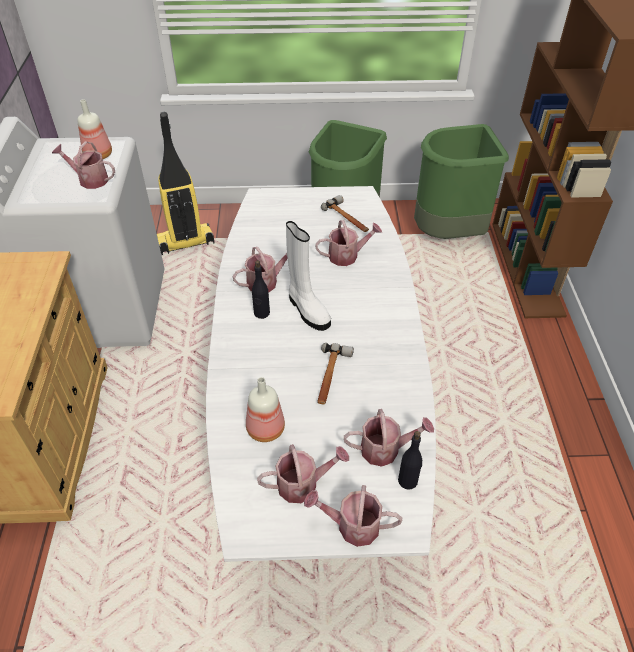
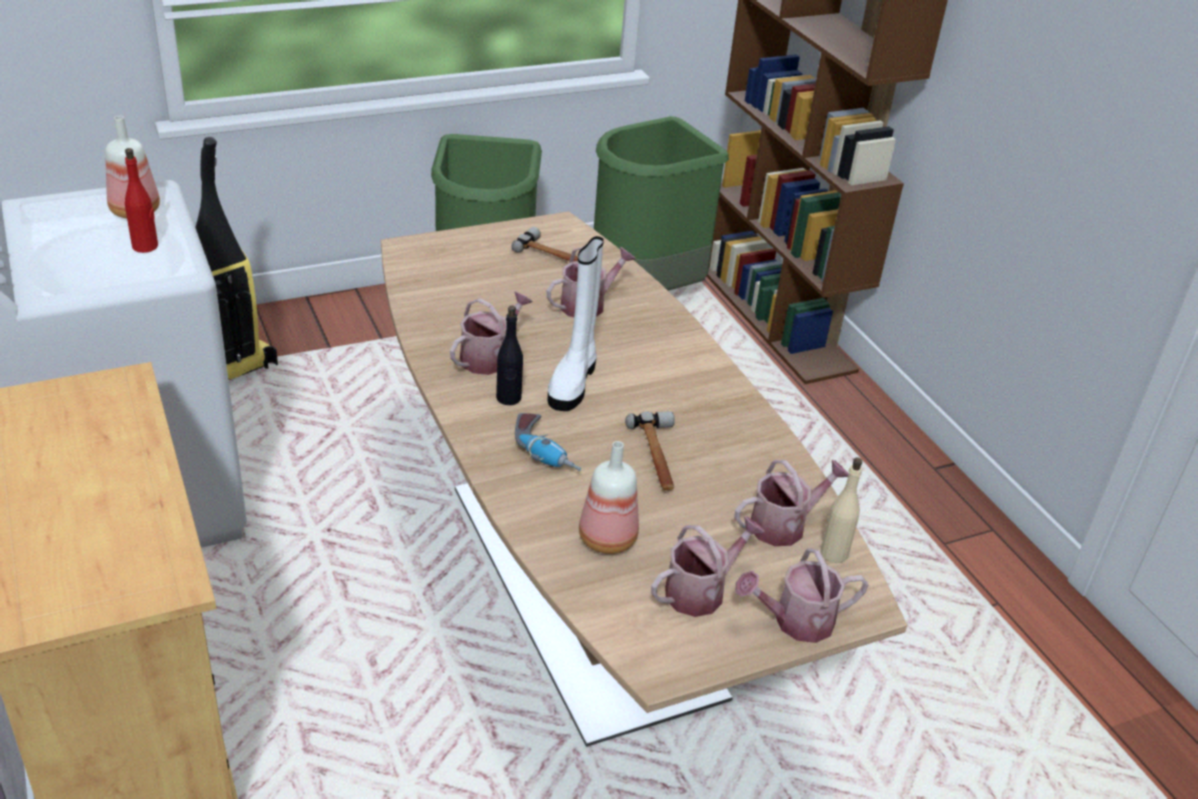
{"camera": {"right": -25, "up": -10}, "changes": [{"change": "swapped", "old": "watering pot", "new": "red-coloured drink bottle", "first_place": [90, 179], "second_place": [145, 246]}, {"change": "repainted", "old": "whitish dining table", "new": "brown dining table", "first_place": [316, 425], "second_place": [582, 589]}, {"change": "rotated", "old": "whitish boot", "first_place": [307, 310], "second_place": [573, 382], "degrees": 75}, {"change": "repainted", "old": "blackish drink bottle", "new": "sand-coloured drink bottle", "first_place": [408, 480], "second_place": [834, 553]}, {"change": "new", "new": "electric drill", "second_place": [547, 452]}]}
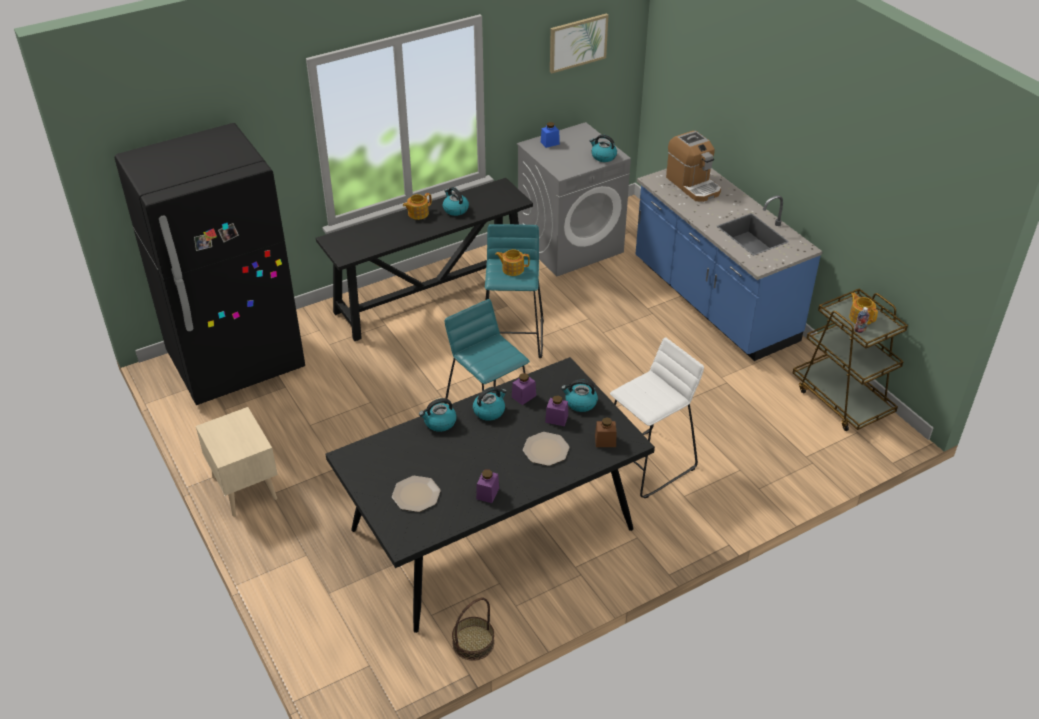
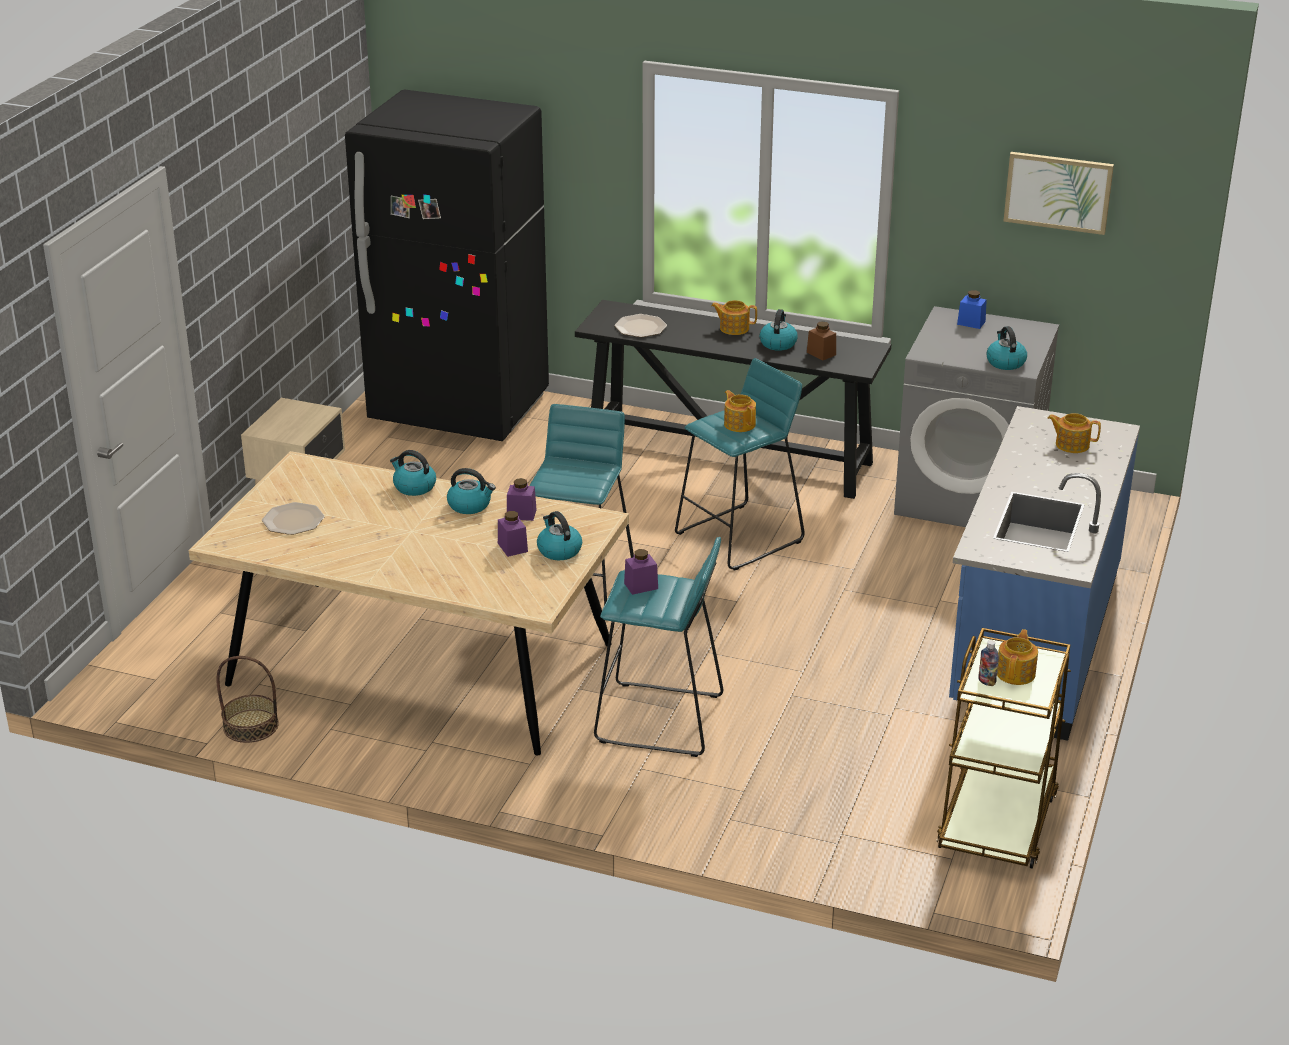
{"camera": {"right": 50, "up": -10}, "changes": [{"change": "swapped", "old": "coffee machine", "new": "tea pot", "first_place": [693, 185], "second_place": [1071, 444]}, {"change": "repainted", "old": "whitish stool", "new": "turquoise-coloured stool", "first_place": [648, 463], "second_place": [660, 720]}, {"change": "repainted", "old": "blackish dining table", "new": "sand-coloured dining table", "first_place": [491, 530], "second_place": [419, 664]}, {"change": "shifted", "old": "brown storage jar", "first_place": [605, 441], "second_place": [821, 353]}, {"change": "shifted", "old": "plate", "first_place": [546, 450], "second_place": [640, 327]}, {"change": "shifted", "old": "purple storage jar", "first_place": [487, 493], "second_place": [641, 586]}]}
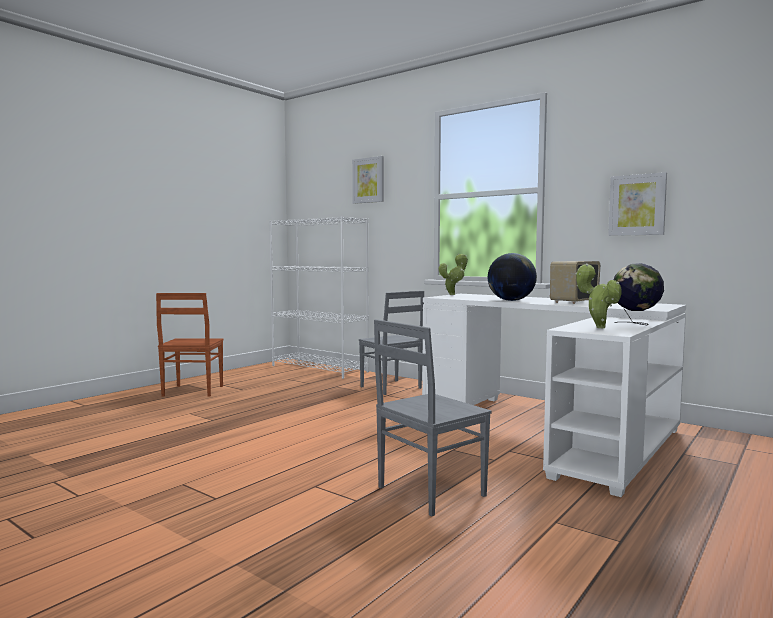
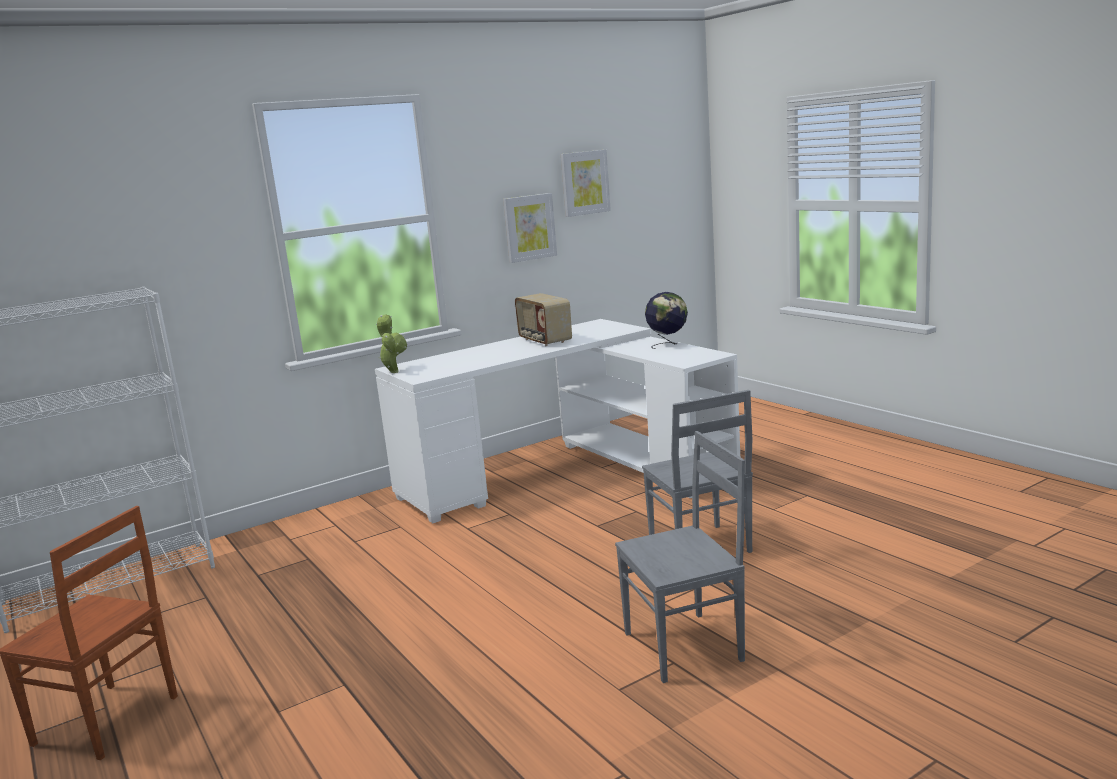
{"camera": {"right": -70, "up": 10}, "changes": [{"change": "shifted", "old": "picture", "first_place": [368, 180], "second_place": [584, 183]}, {"change": "gone", "old": "world globe", "first_place": [511, 300]}, {"change": "gone", "old": "potted plant", "first_place": [597, 327]}, {"change": "shifted", "old": "greyish plain chair", "first_place": [390, 388], "second_place": [685, 647]}]}
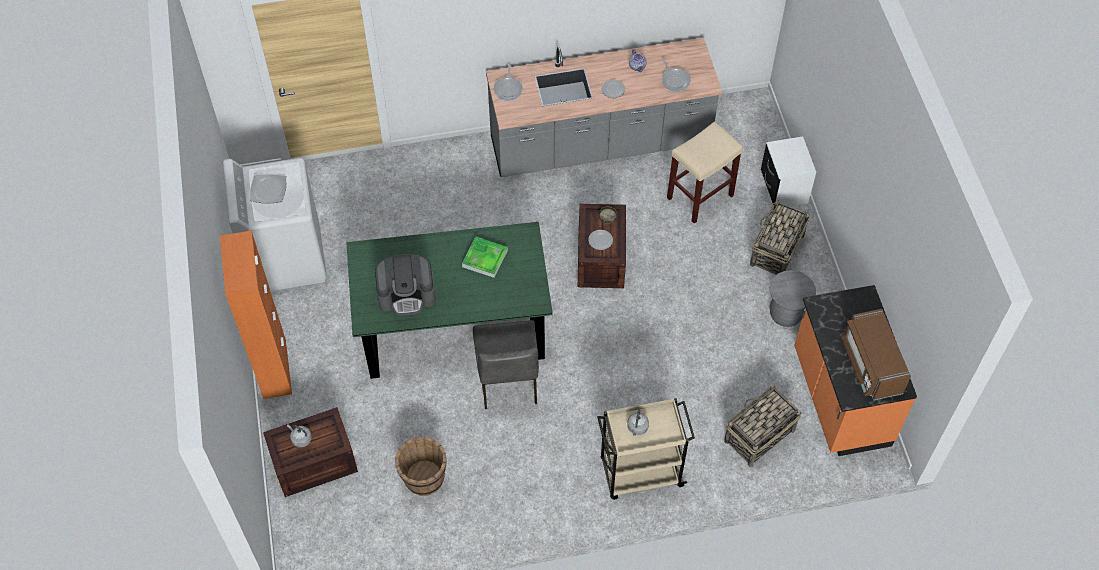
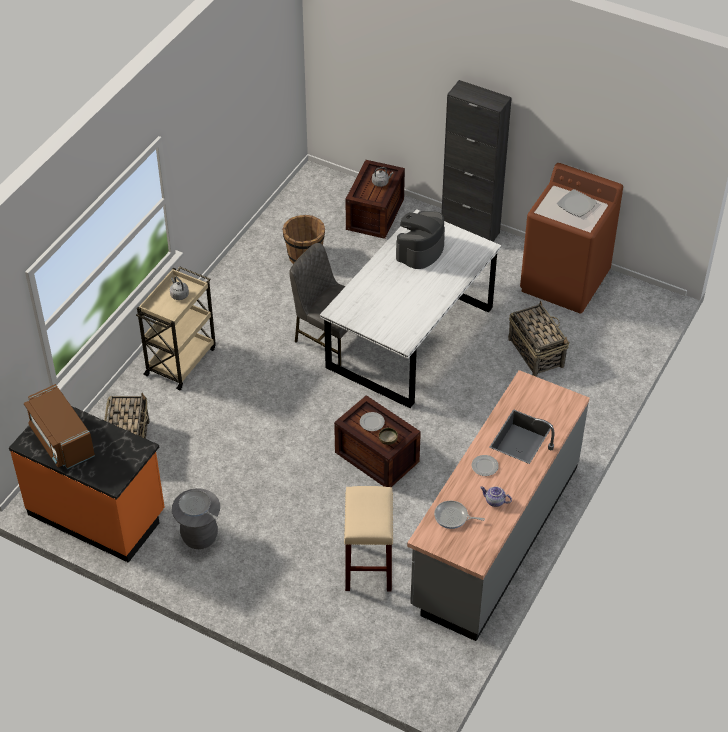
{"camera": {"right": 130, "up": -10}, "changes": [{"change": "shifted", "old": "frying pan", "first_place": [508, 89], "second_place": [196, 506]}, {"change": "gone", "old": "whitish night table", "first_place": [784, 188]}, {"change": "repainted", "old": "whitish washing machine", "new": "brown washing machine", "first_place": [286, 258], "second_place": [565, 282]}, {"change": "shifted", "old": "storage basket", "first_place": [776, 251], "second_place": [535, 352]}, {"change": "repainted", "old": "greenish dining table", "new": "whitish dining table", "first_place": [453, 322], "second_place": [411, 337]}, {"change": "repainted", "old": "orange-coloured cabinet", "new": "blackish cabinet", "first_place": [274, 369], "second_place": [470, 231]}, {"change": "gone", "old": "carrying tray", "first_place": [485, 259]}, {"change": "rotated", "old": "brown microwave oven", "first_place": [871, 365], "second_place": [61, 440], "degrees": -150}]}
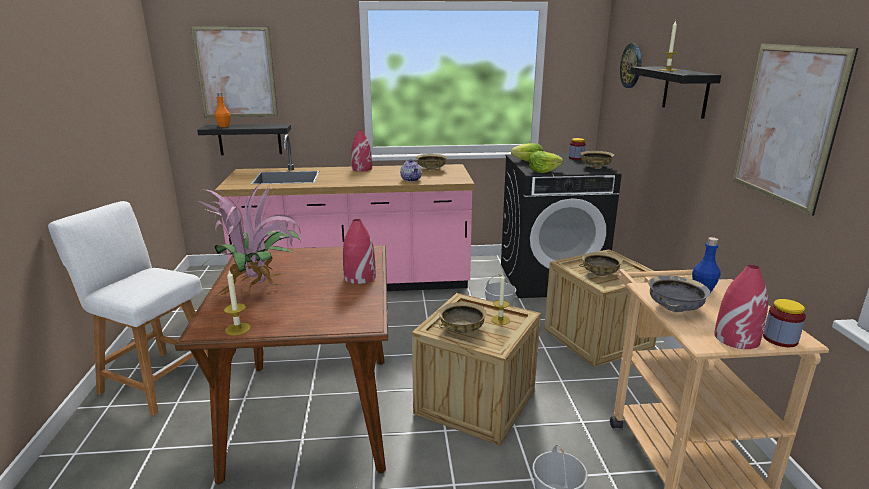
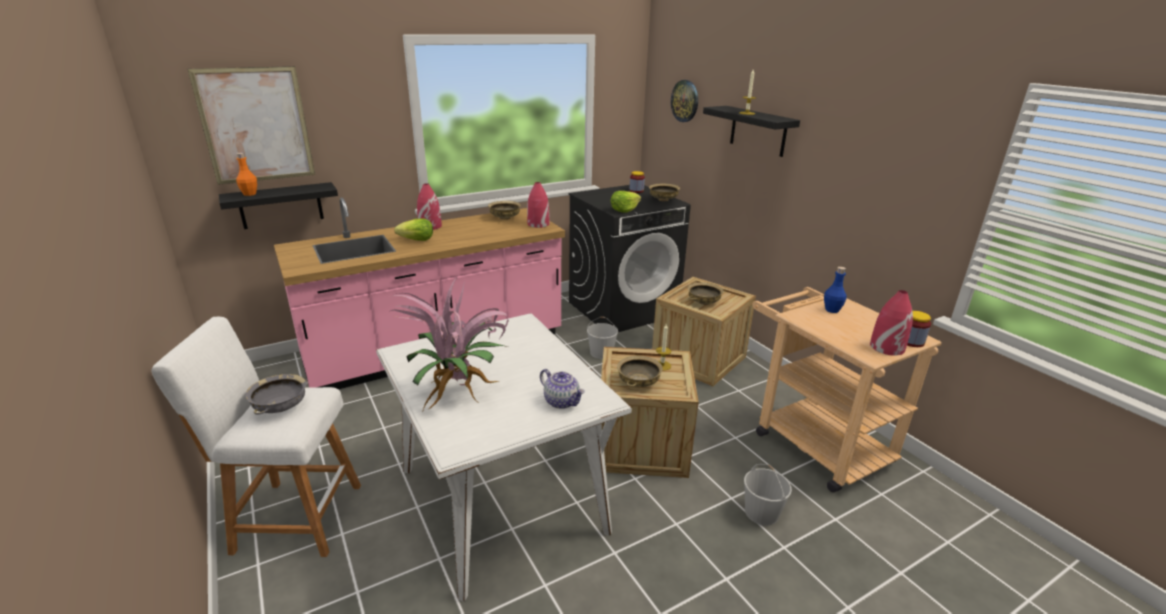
{"camera": {"right": -25, "up": 5}, "changes": [{"change": "gone", "old": "picture", "first_place": [787, 124]}, {"change": "shifted", "old": "head of lettuce", "first_place": [528, 161], "second_place": [417, 240]}, {"change": "shifted", "old": "tea pot", "first_place": [411, 179], "second_place": [562, 401]}, {"change": "shifted", "old": "red-coloured vase", "first_place": [359, 277], "second_place": [538, 224]}, {"change": "repainted", "old": "brown dining table", "new": "whitish dining table", "first_place": [312, 412], "second_place": [501, 499]}, {"change": "gone", "old": "candle", "first_place": [238, 329]}, {"change": "shifted", "old": "greyish serving bowl", "first_place": [675, 307], "second_place": [281, 406]}]}
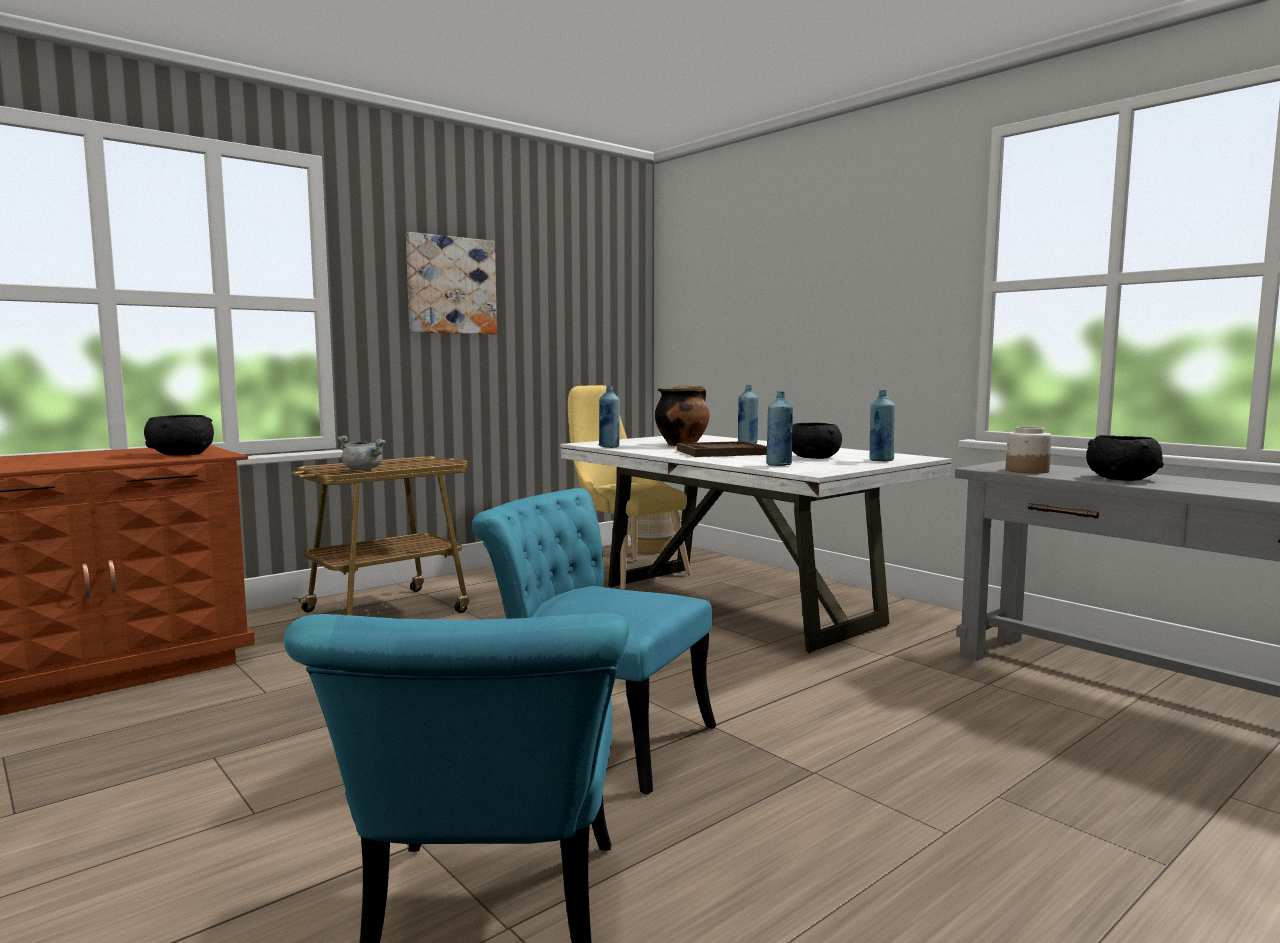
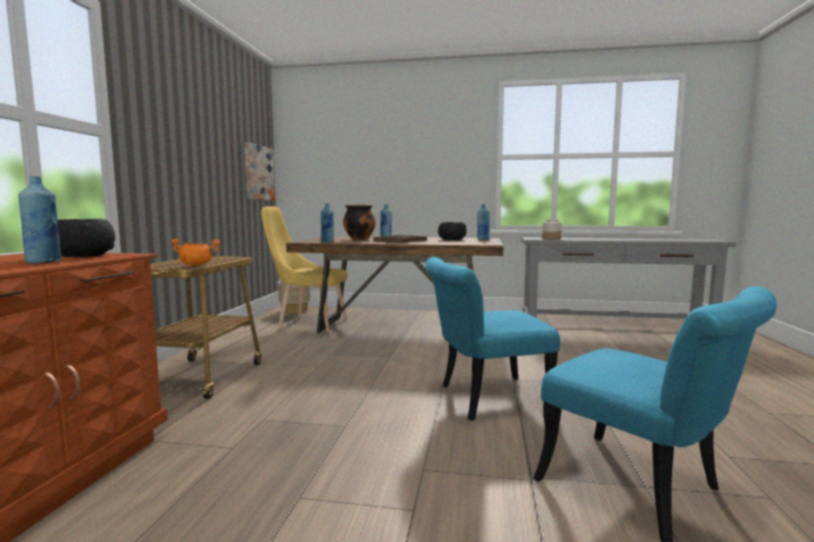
{"camera": {"right": -40, "up": 0}, "changes": [{"change": "shifted", "old": "picture", "first_place": [451, 285], "second_place": [258, 173]}, {"change": "shifted", "old": "bluish drink bottle", "first_place": [779, 465], "second_place": [44, 262]}, {"change": "repainted", "old": "greyish saucepot", "new": "orange-coloured saucepot", "first_place": [363, 469], "second_place": [197, 265]}, {"change": "repainted", "old": "whitish dining table", "new": "brown dining table", "first_place": [739, 605], "second_place": [402, 327]}, {"change": "gone", "old": "blackish serving bowl", "first_place": [1121, 478]}]}
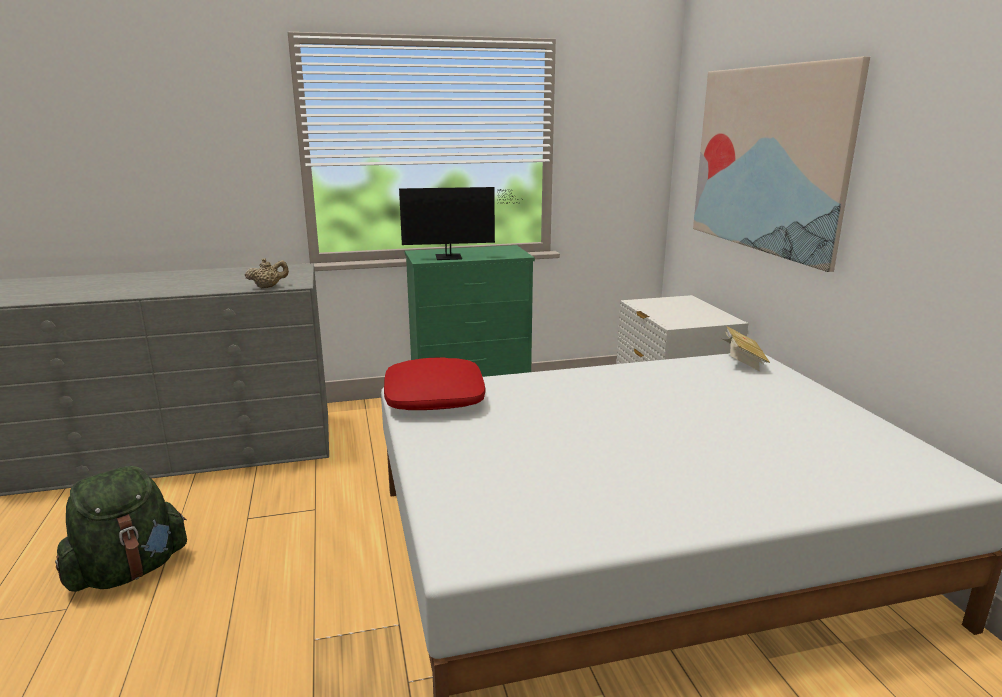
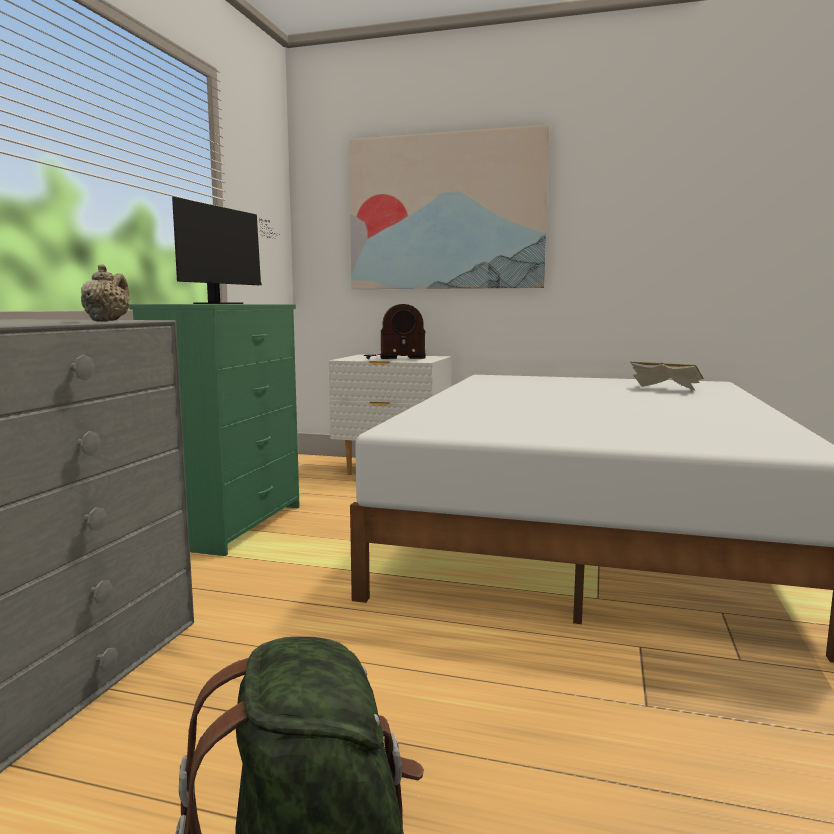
{"camera": {"right": -60, "up": -10}, "changes": [{"change": "shifted", "old": "bound book", "first_place": [742, 361], "second_place": [664, 389]}, {"change": "gone", "old": "red-coloured throw pillow", "first_place": [435, 398]}, {"change": "new", "new": "radio receiver", "second_place": [393, 358]}]}
